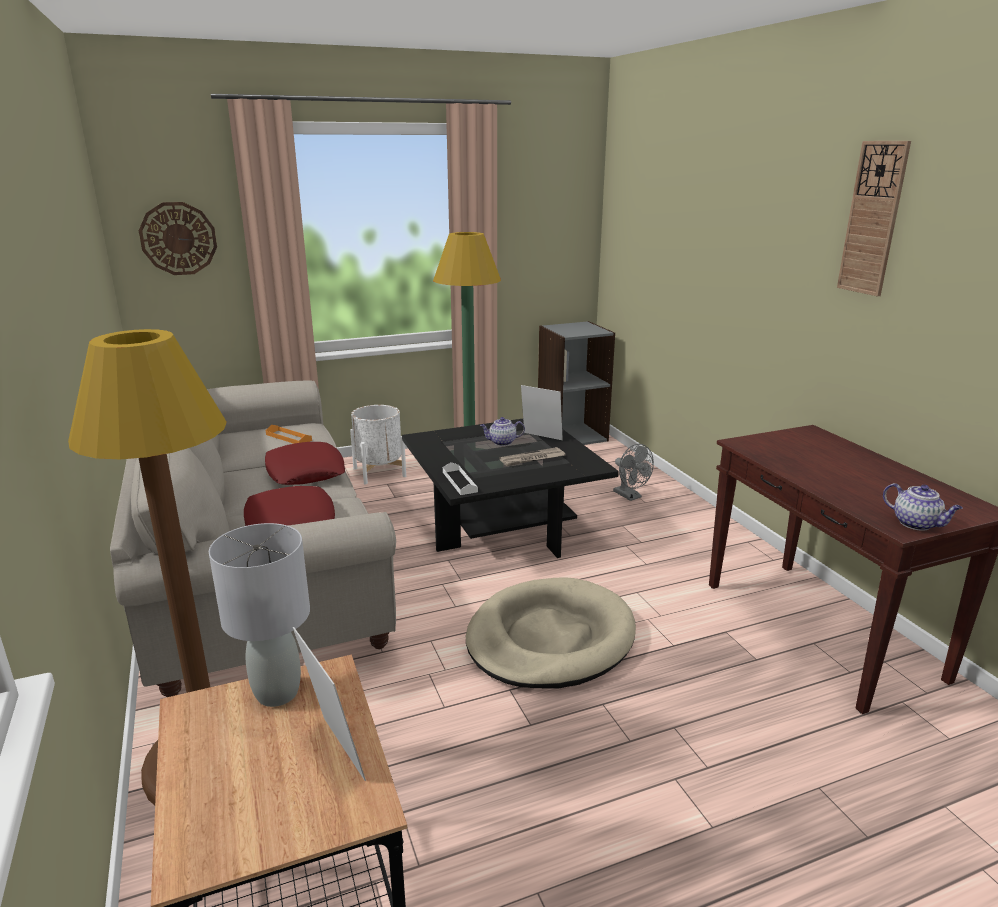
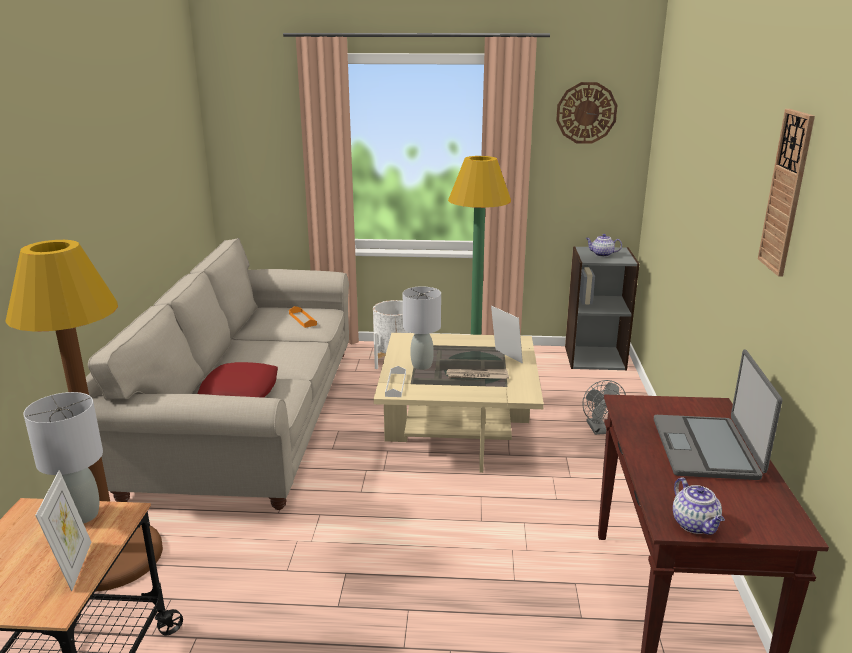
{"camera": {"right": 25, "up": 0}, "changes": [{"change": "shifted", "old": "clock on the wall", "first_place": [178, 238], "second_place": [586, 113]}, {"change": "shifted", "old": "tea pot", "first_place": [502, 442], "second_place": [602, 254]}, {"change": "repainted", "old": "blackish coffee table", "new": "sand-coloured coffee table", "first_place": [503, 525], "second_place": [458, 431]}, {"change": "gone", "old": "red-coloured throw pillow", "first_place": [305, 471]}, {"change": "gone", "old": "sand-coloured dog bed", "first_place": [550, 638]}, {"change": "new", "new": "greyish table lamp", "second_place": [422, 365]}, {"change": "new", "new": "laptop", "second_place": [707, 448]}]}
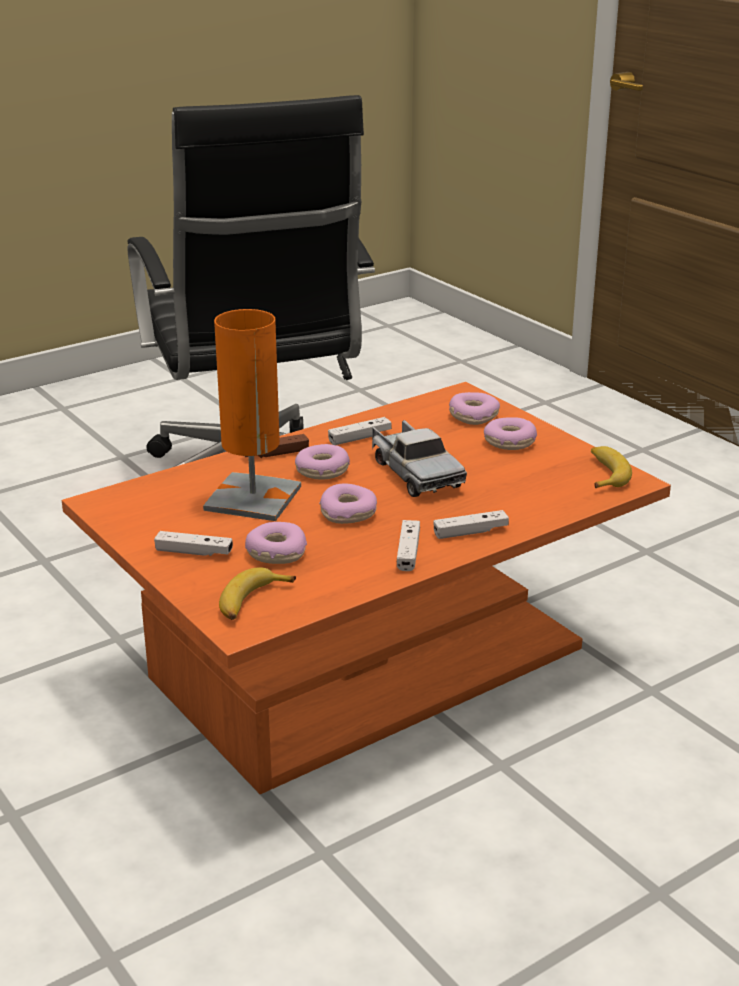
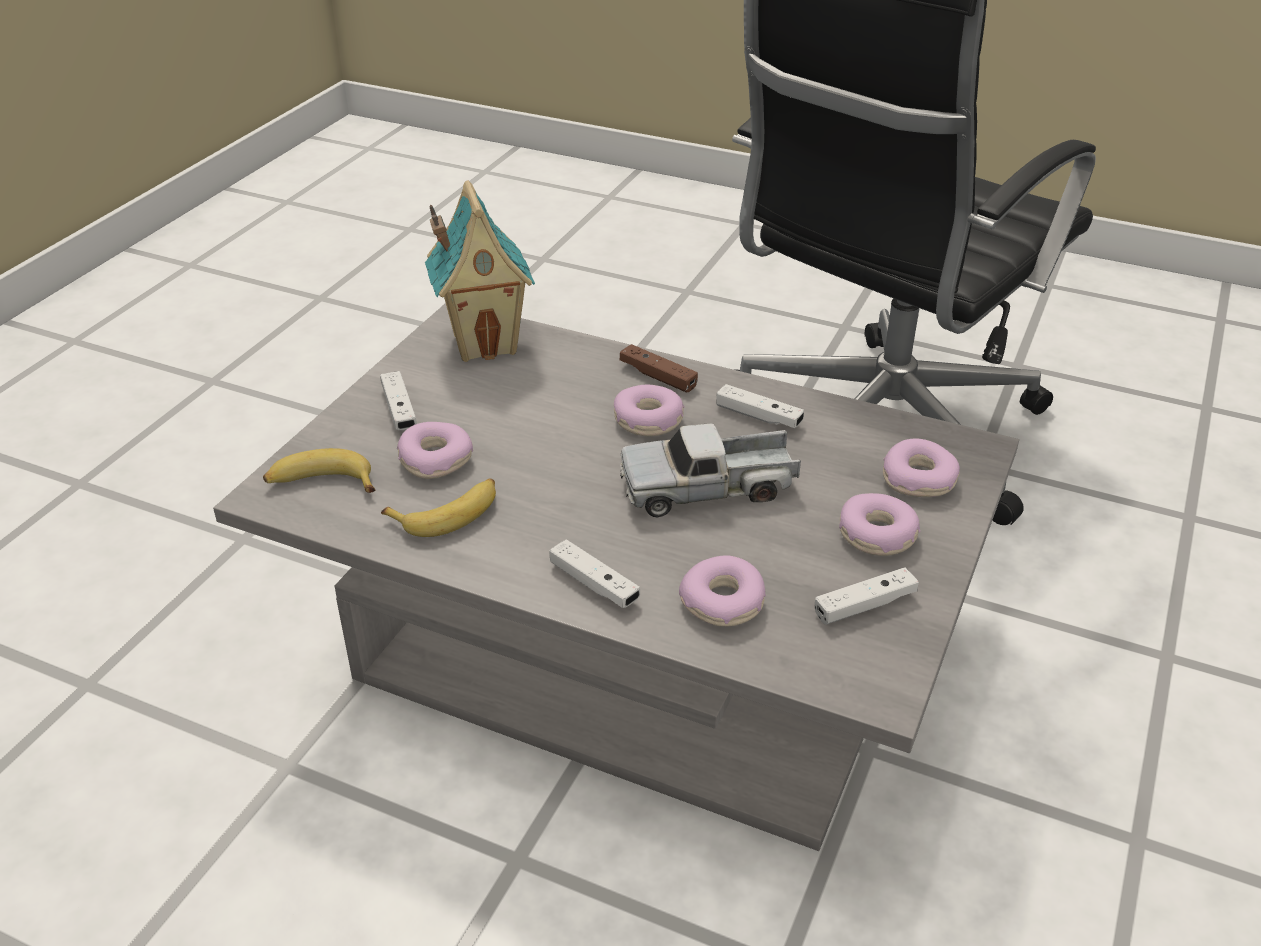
{"camera": {"right": 60, "up": 10}, "changes": [{"change": "gone", "old": "orange-coloured table lamp", "first_place": [253, 498]}, {"change": "repainted", "old": "orange-coloured coffee table", "new": "greyish coffee table", "first_place": [369, 662], "second_place": [630, 663]}, {"change": "rotated", "old": "toy lorry", "first_place": [414, 473], "second_place": [708, 487], "degrees": 45}, {"change": "shifted", "old": "banana fruit", "first_place": [604, 474], "second_place": [448, 514]}, {"change": "shifted", "old": "doughnut", "first_place": [348, 513], "second_place": [723, 602]}, {"change": "shifted", "old": "whitish joypad", "first_place": [408, 552], "second_place": [864, 605]}, {"change": "new", "new": "miniature house", "second_place": [485, 343]}]}
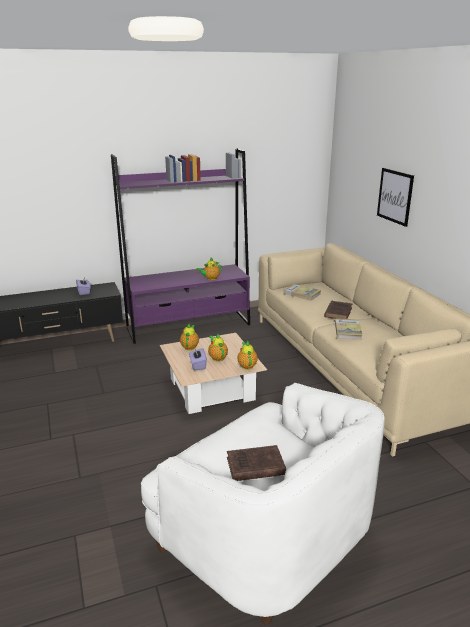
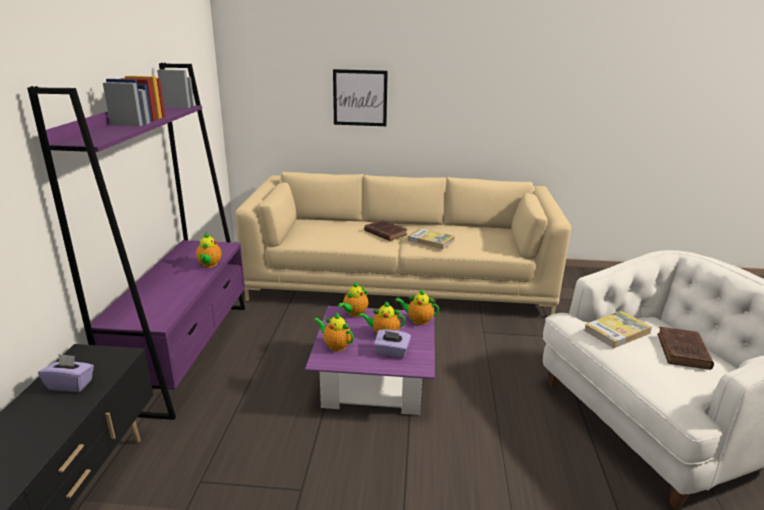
{"camera": {"right": -65, "up": 0}, "changes": [{"change": "shifted", "old": "bound book", "first_place": [301, 294], "second_place": [617, 332]}, {"change": "repainted", "old": "sand-coloured coffee table", "new": "purple coffee table", "first_place": [211, 389], "second_place": [375, 381]}, {"change": "new", "new": "tea pot", "second_place": [354, 314]}]}
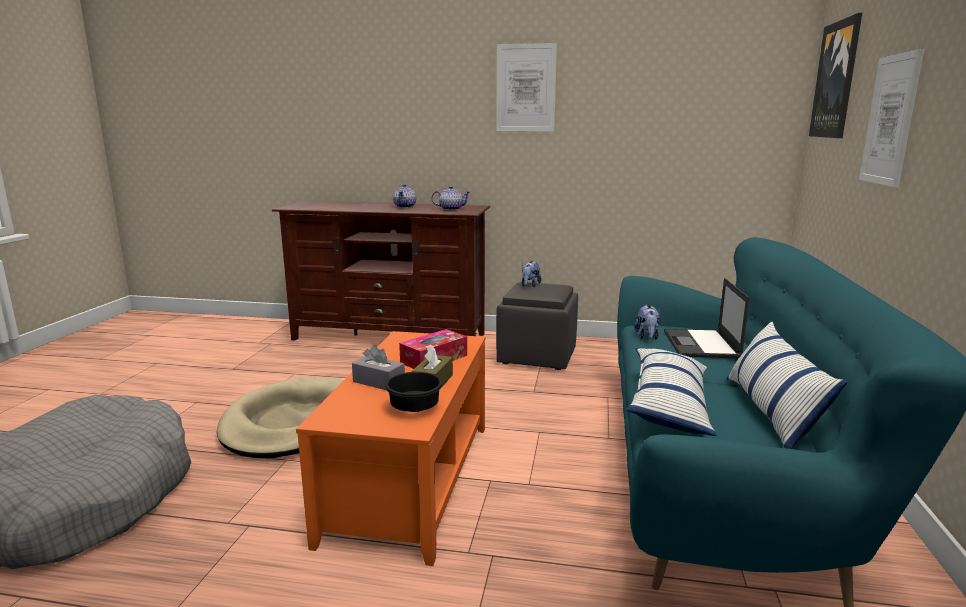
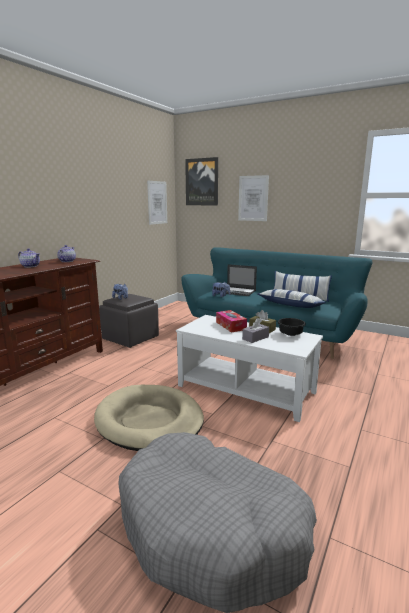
{"camera": {"right": -70, "up": 0}, "changes": [{"change": "shifted", "old": "picture", "first_place": [526, 88], "second_place": [157, 202]}, {"change": "repainted", "old": "orange-coloured coffee table", "new": "whitish coffee table", "first_place": [411, 480], "second_place": [246, 389]}]}
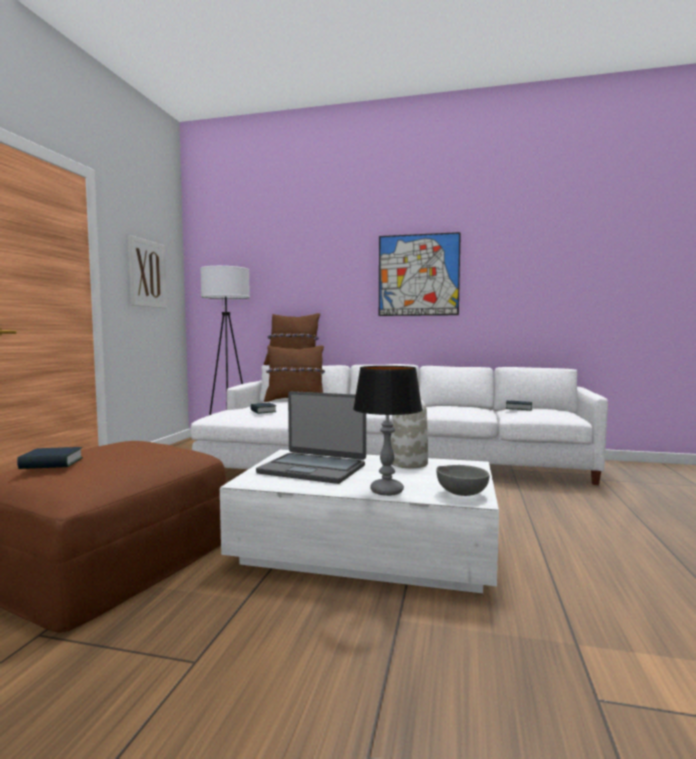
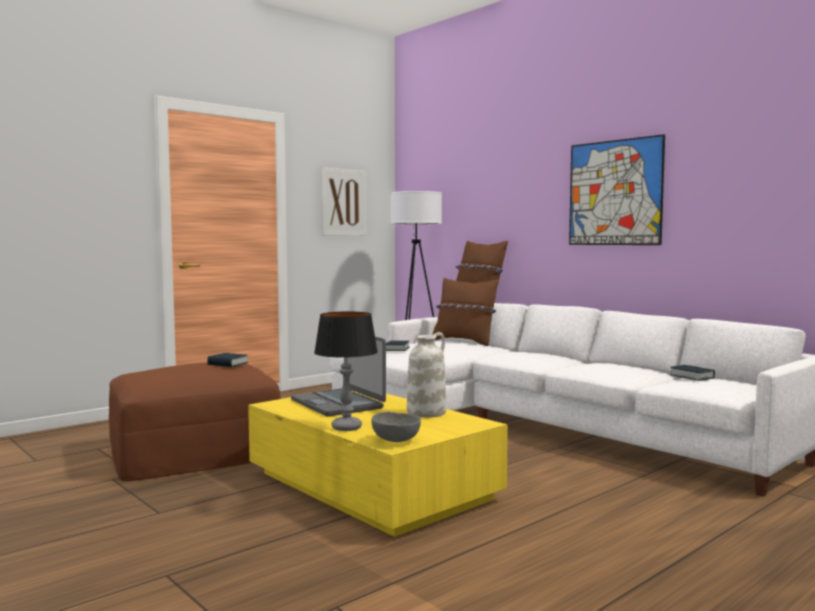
{"camera": {"right": 35, "up": 0}, "changes": [{"change": "shifted", "old": "bound book", "first_place": [51, 464], "second_place": [227, 364]}, {"change": "repainted", "old": "whitish coffee table", "new": "yellowish coffee table", "first_place": [367, 547], "second_place": [371, 486]}]}
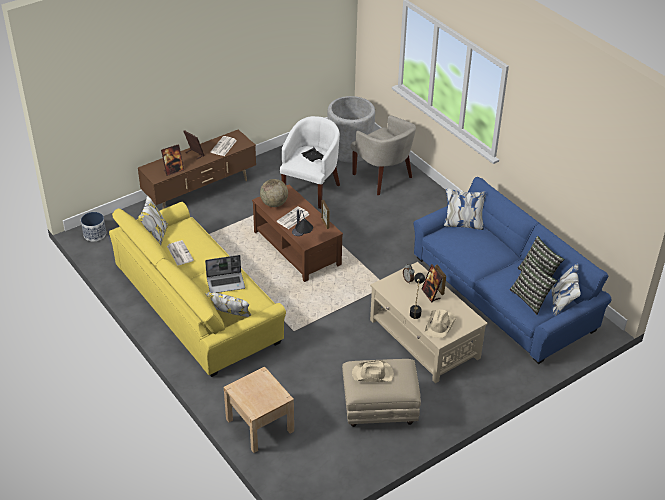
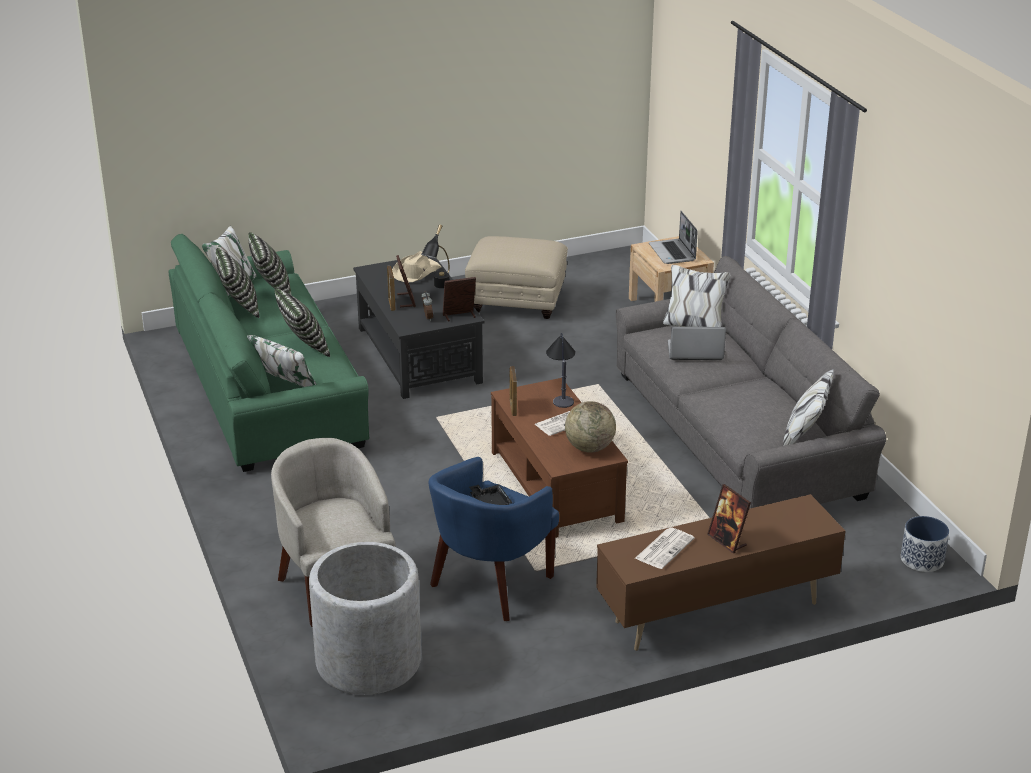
{"camera": {"right": -165, "up": -10}, "changes": [{"change": "repainted", "old": "whitish lounge chair", "new": "bluish lounge chair", "first_place": [311, 189], "second_place": [490, 584]}, {"change": "shifted", "old": "standing frame", "first_place": [173, 170], "second_place": [459, 316]}, {"change": "repainted", "old": "bluish couch", "new": "greenish couch", "first_place": [503, 293], "second_place": [268, 387]}, {"change": "repainted", "old": "yellowish couch", "new": "greyish couch", "first_place": [197, 304], "second_place": [737, 434]}, {"change": "gone", "old": "newspaper", "first_place": [179, 253]}, {"change": "repainted", "old": "sand-coloured coffee table", "new": "blackish coffee table", "first_place": [424, 339], "second_place": [419, 354]}, {"change": "gone", "old": "sand-coloured hat", "first_place": [373, 374]}, {"change": "new", "new": "laptop", "second_place": [673, 253]}, {"change": "new", "new": "throw pillow", "second_place": [303, 347]}]}
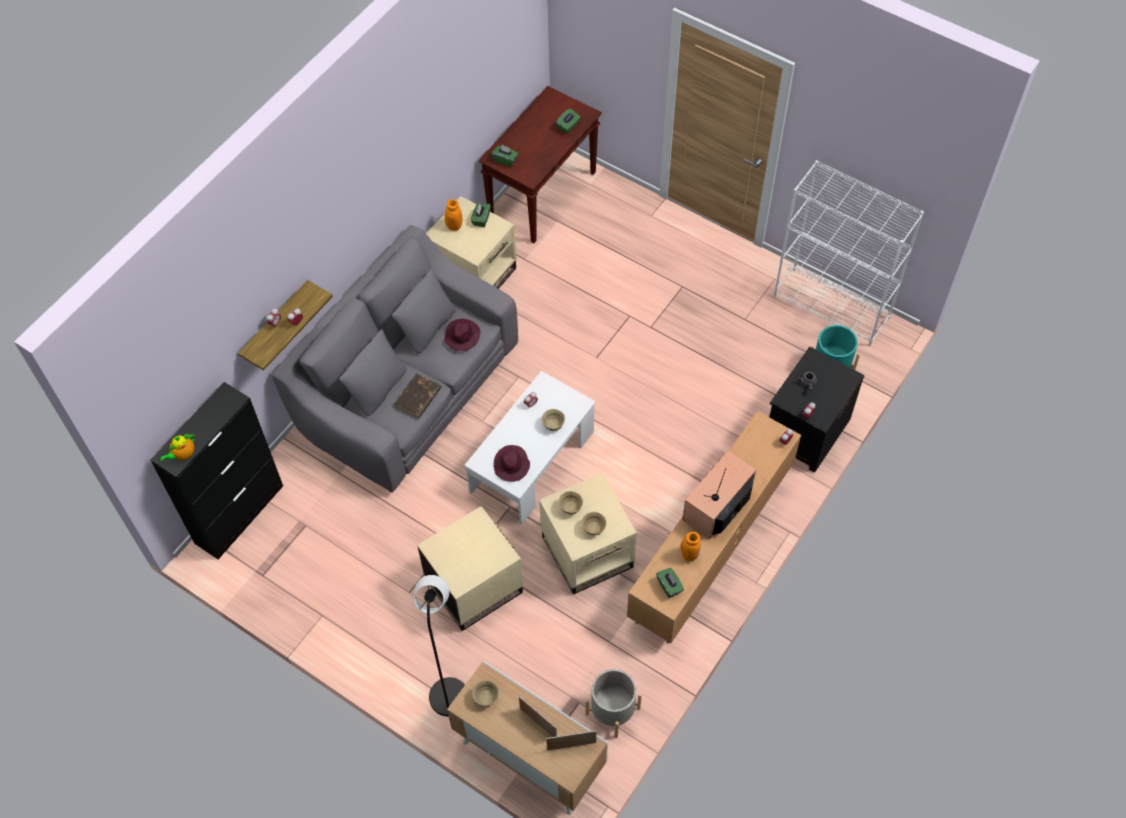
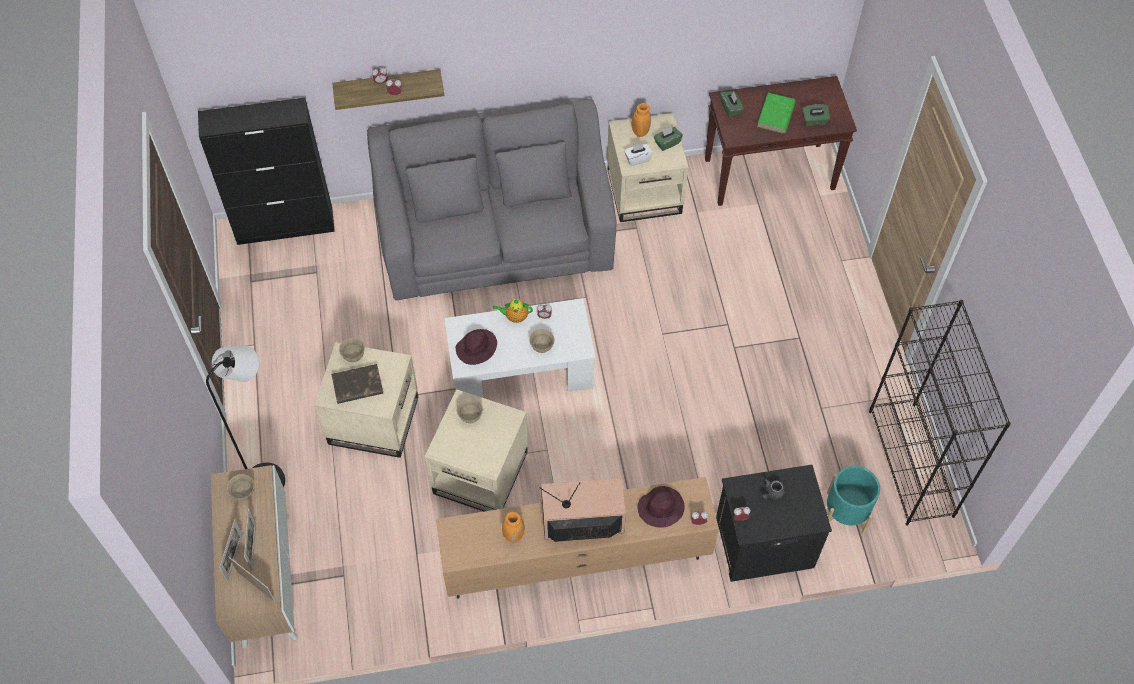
{"camera": {"right": 45, "up": 0}, "changes": [{"change": "repainted", "old": "whitish shelving unit", "new": "blackish shelving unit", "first_place": [832, 307], "second_place": [911, 463]}, {"change": "shifted", "old": "purple hat", "first_place": [462, 336], "second_place": [661, 508]}, {"change": "shifted", "old": "brown bound book", "first_place": [418, 398], "second_place": [357, 386]}, {"change": "shifted", "old": "tea pot", "first_place": [183, 455], "second_place": [515, 317]}, {"change": "shifted", "old": "sand-coloured serving bowl", "first_place": [594, 529], "second_place": [353, 356]}, {"change": "gone", "old": "greenish tissue box", "first_place": [669, 586]}, {"change": "gone", "old": "greyish plant pot", "first_place": [612, 711]}, {"change": "new", "new": "greenish bound book", "second_place": [776, 115]}, {"change": "new", "new": "whitish tissue box", "second_place": [637, 159]}, {"change": "new", "new": "standing frame", "second_place": [235, 557]}]}
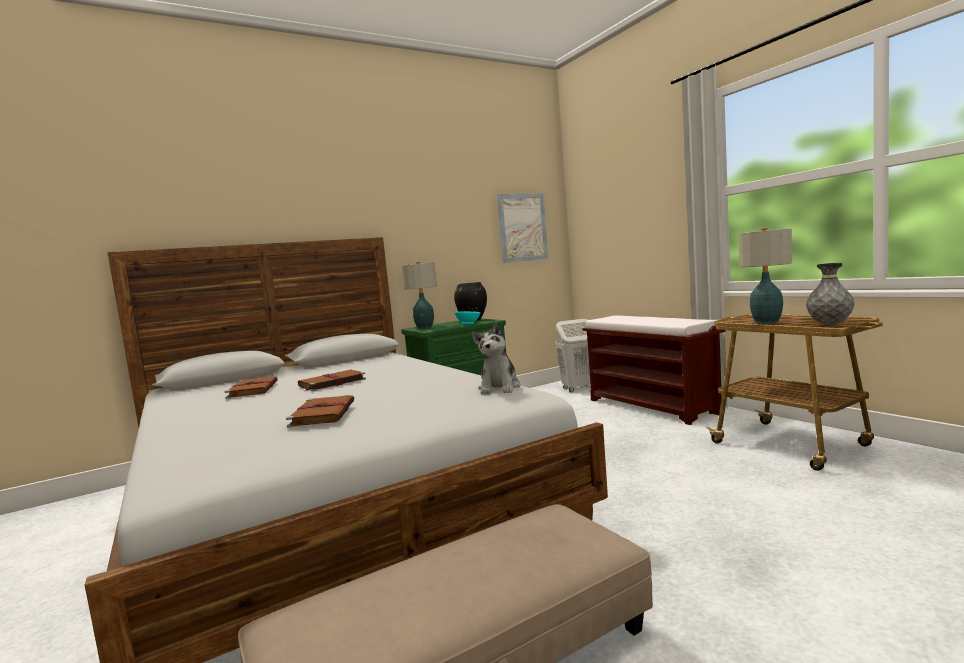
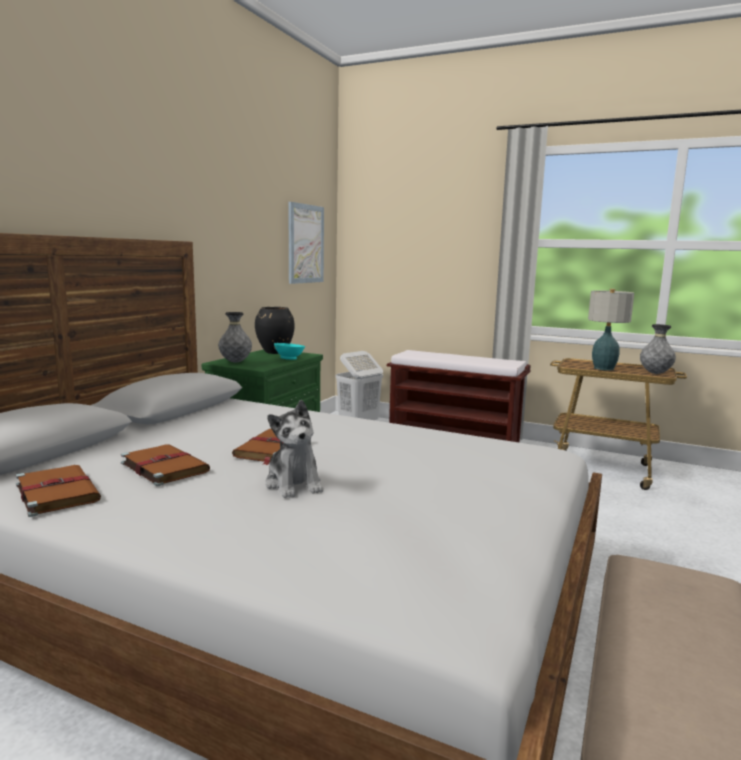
{"camera": {"right": -35, "up": 5}, "changes": [{"change": "swapped", "old": "table lamp", "new": "greyish vase", "first_place": [424, 327], "second_place": [235, 362]}, {"change": "shifted", "old": "cuddly toy", "first_place": [499, 388], "second_place": [294, 484]}, {"change": "shifted", "old": "brown bound book", "first_place": [323, 413], "second_place": [56, 492]}]}
